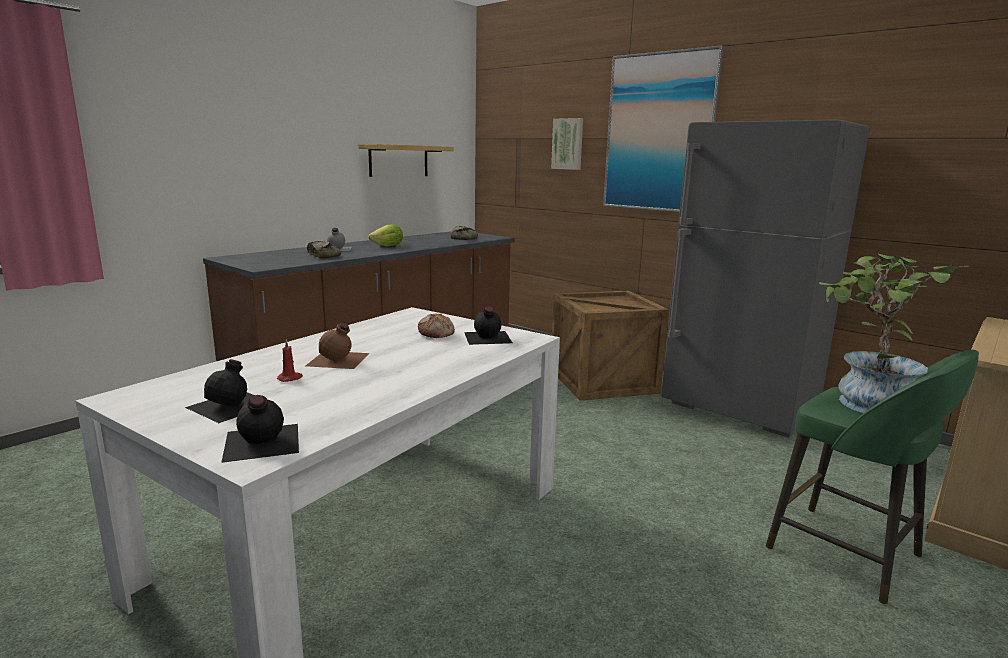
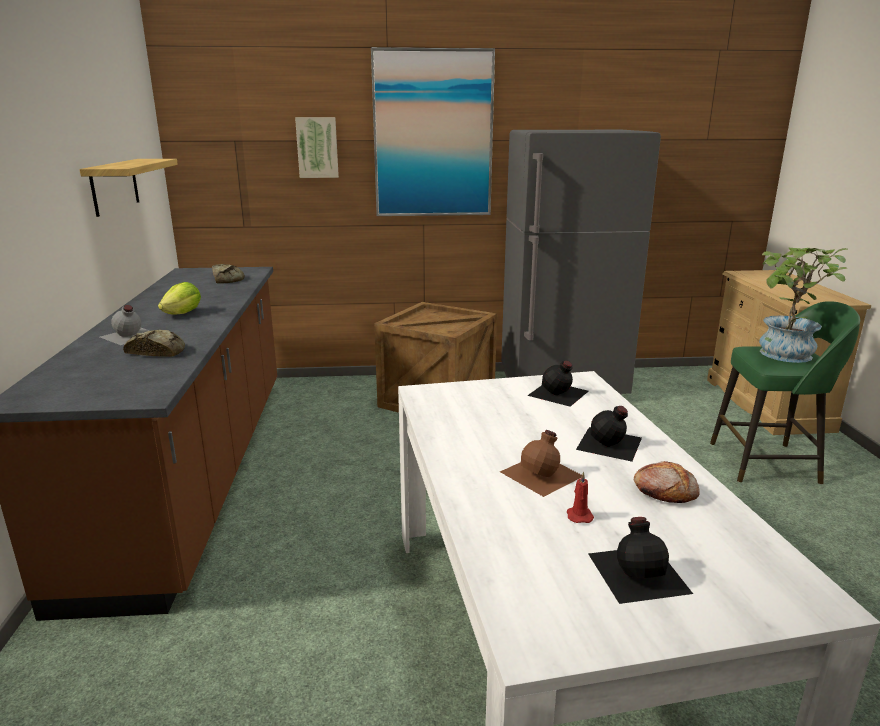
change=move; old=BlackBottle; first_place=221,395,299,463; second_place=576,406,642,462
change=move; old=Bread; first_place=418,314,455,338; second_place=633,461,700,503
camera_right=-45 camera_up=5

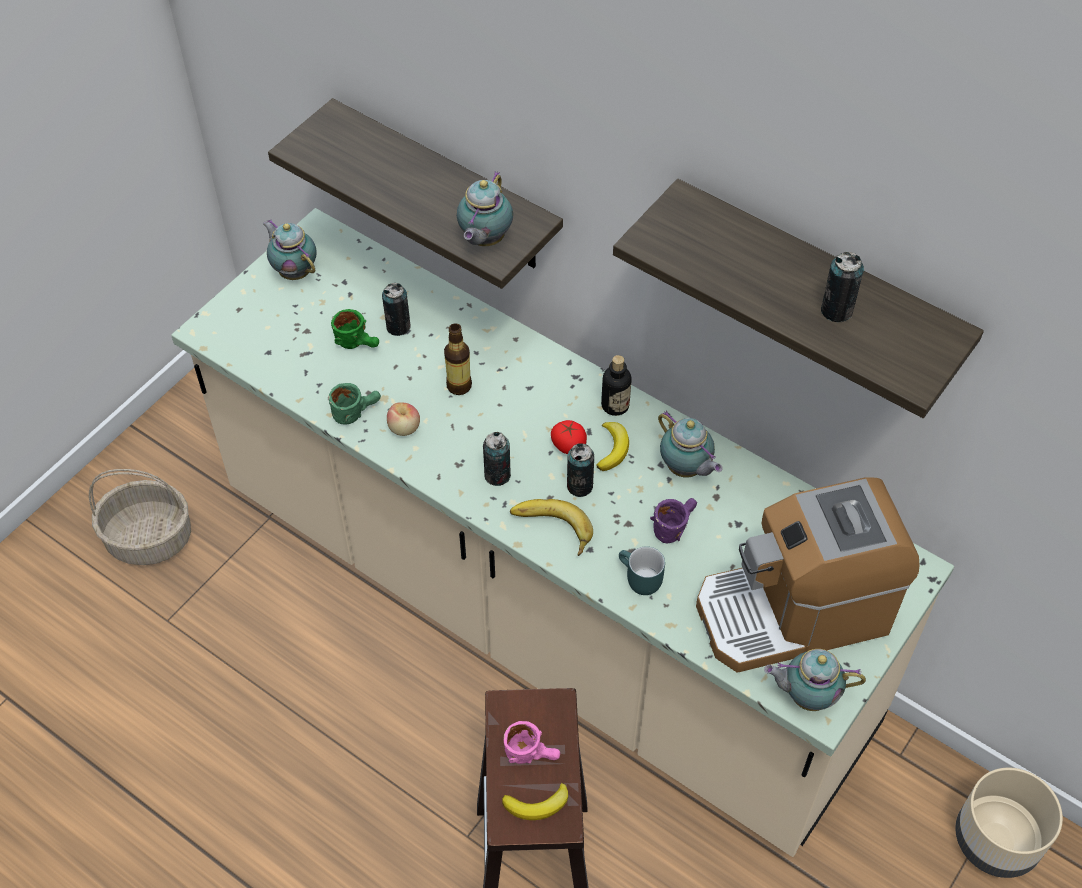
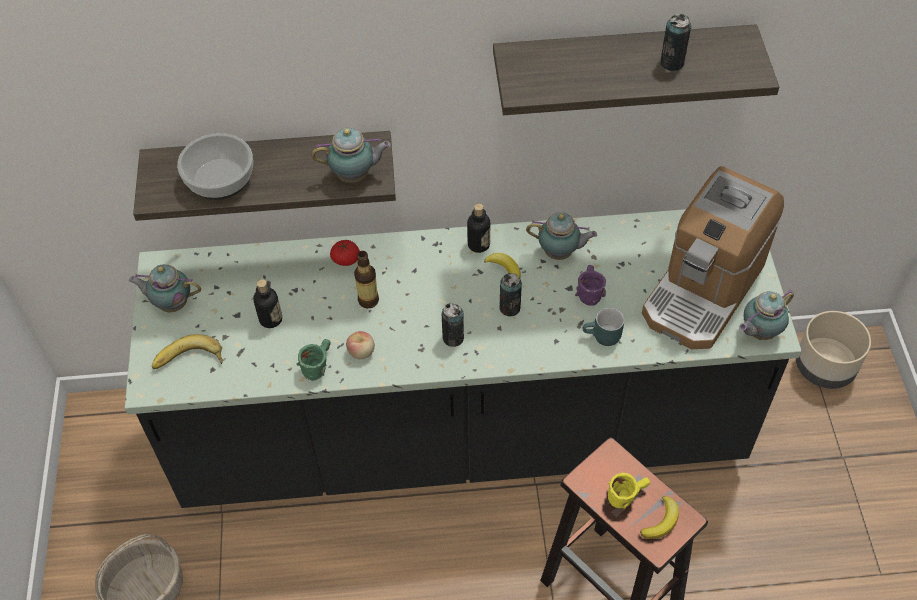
change=recolor; old=BeigeCounter; new=BlackCounter; first_place=171,208,954,857; second_place=125,209,802,508
change=replace; old=GreenMug; new=Bottle; first_place=331,309,379,349; second_place=253,279,282,328
change=delete; old=Can; first_place=382,283,411,336
change=rotate; old=Teapot; first_place=457,171,513,246; second_place=312,128,391,183; degrees=-75
change=recolor; old=PinkMug; new=YellowMug; first_place=504,721,560,764; second_place=608,473,651,509
change=move; old=Banana; first_place=510,499,593,556; second_place=152,334,223,369
change=move; old=Tomato; first_place=551,420,587,454; second_place=330,240,360,266
change=insert; new=Bowl; second_place=177,133,253,200
camera_right=-40 camera_up=0

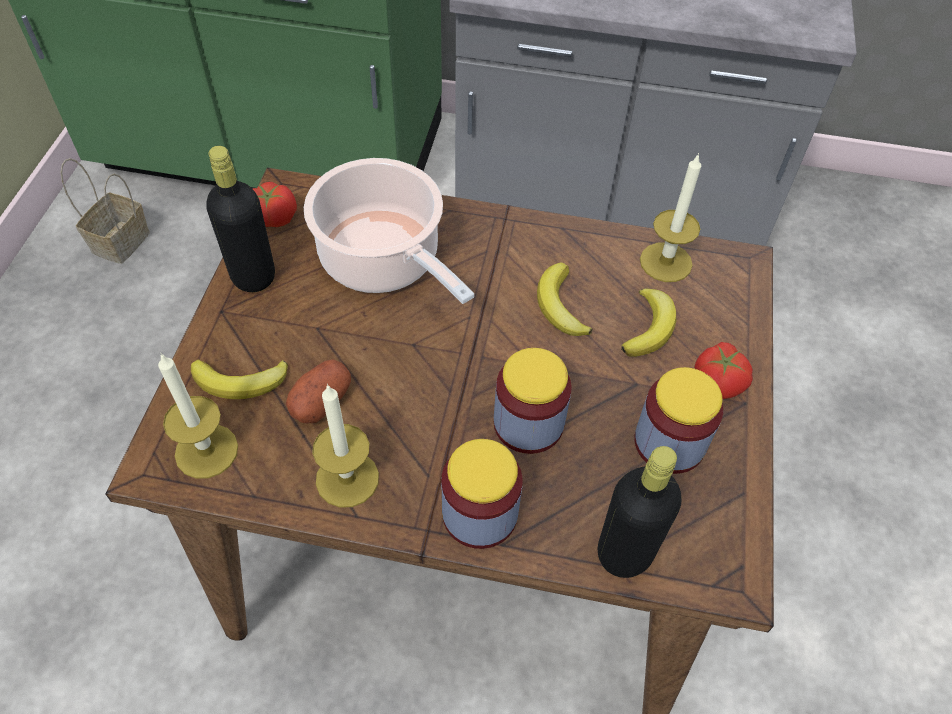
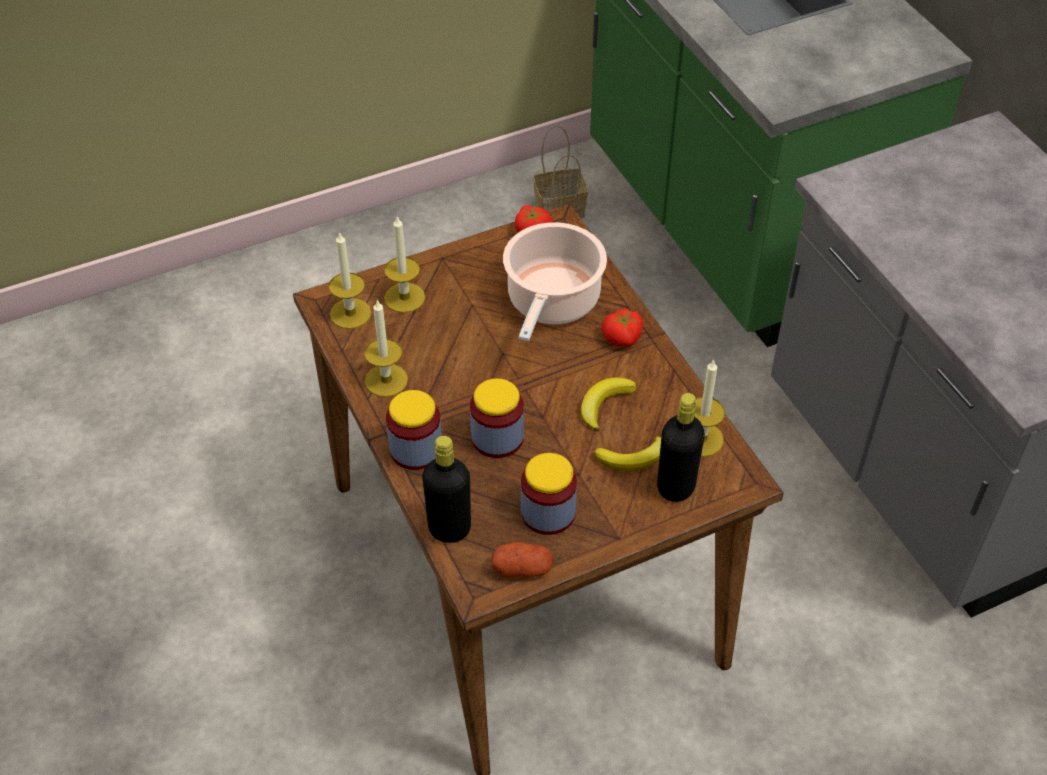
change=replace; old=Banana; new=Candle; first_place=191,360,288,399; second_place=384,216,425,313
change=move; old=BlackBottle; first_place=206,146,275,292; second_place=657,393,705,502
change=move; old=Potato; first_place=286,359,351,424; second_place=492,542,554,578
change=move; old=Tomato; first_place=694,342,753,399; second_place=601,309,643,347
camera_right=55 camera_up=-5

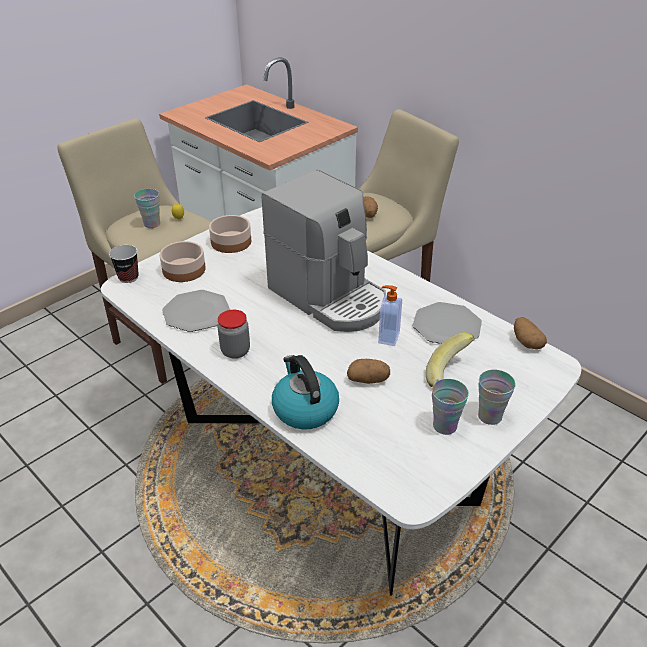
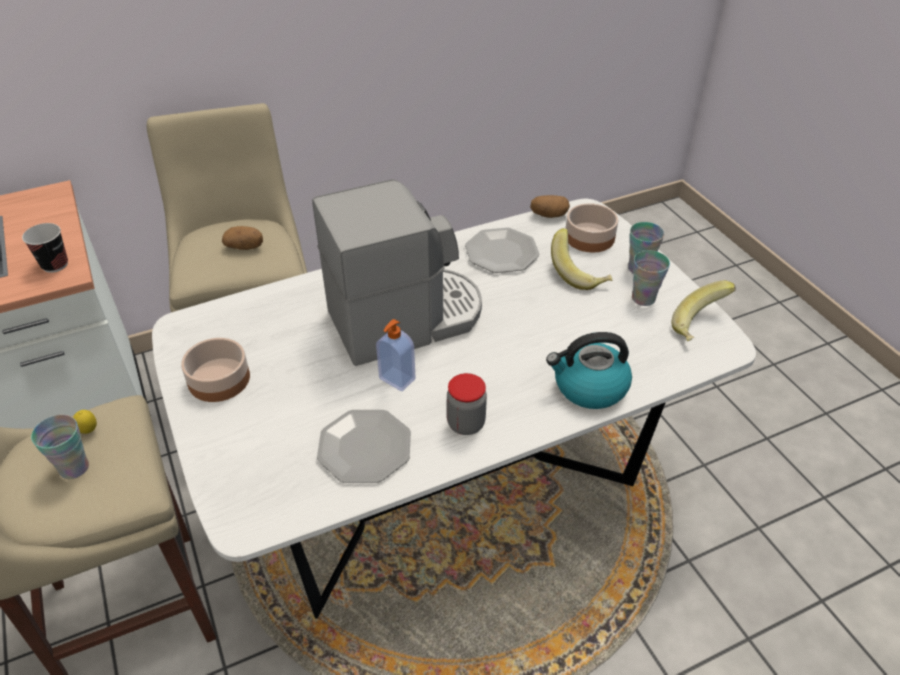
change=move; old=Cup; first_place=109,245,139,283; second_place=22,223,68,273
change=move; old=Bowl; first_place=159,241,206,282; second_place=565,203,618,253
change=delete; old=Potato; first_place=347,359,390,384
change=move; old=SoapDispenser; first_place=378,285,402,346; second_place=376,319,416,391
change=insert; new=Banana; second_place=671,281,736,341
camera_right=-70 camera_up=5

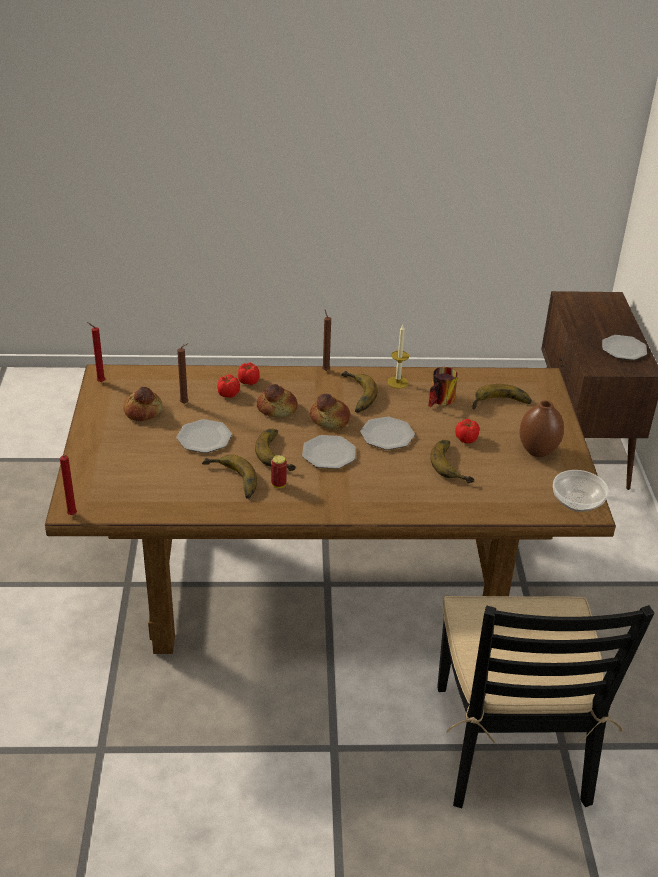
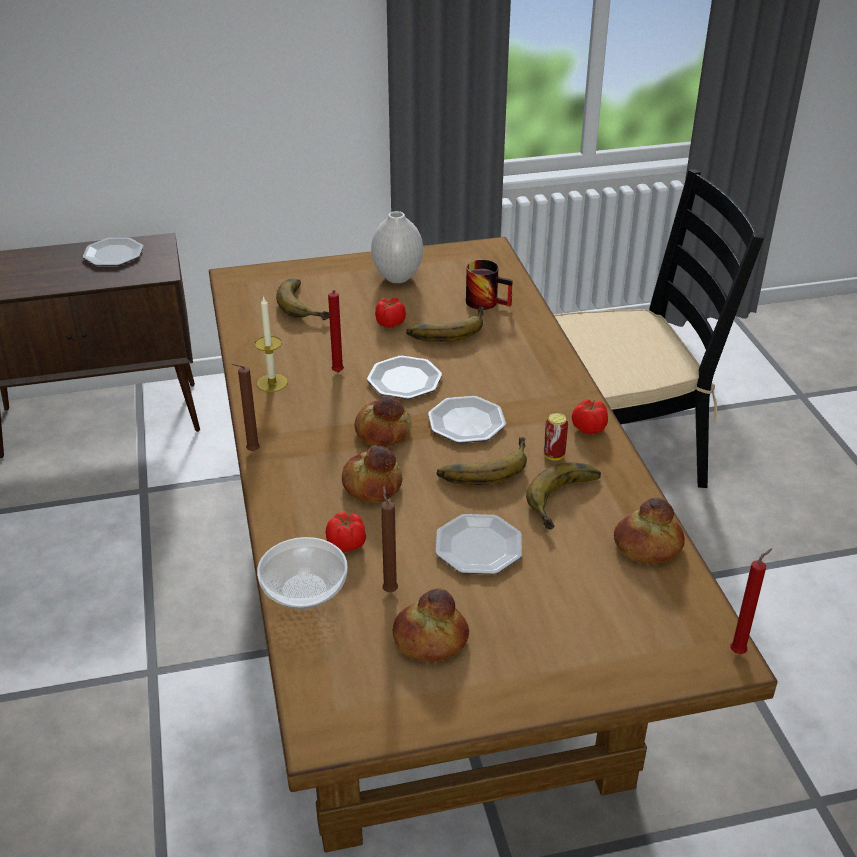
change=move; old=RedCandle; first_place=87,322,105,382; second_place=328,290,344,372
change=move; old=Tomato; first_place=238,362,260,385; second_place=572,399,608,434
change=delete; old=Banana; first_place=341,371,378,413
change=move; old=Mug; first_place=429,367,458,407; second_place=466,260,513,310
change=recolor; old=BrownVase; new=WhiteVase; first_place=520,401,564,457; second_place=371,211,423,283
change=move; old=Bowl; first_place=553,470,609,512; second_place=257,537,348,609
change=insert; new=Bread; second_place=614,498,685,563
camera_right=-100 camera_up=0

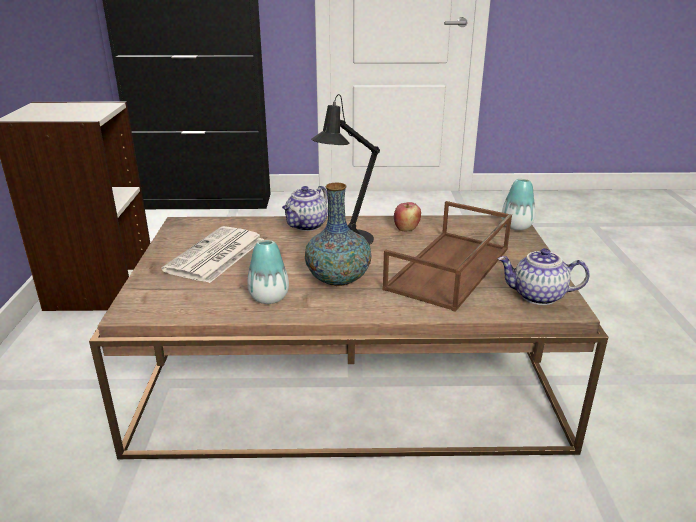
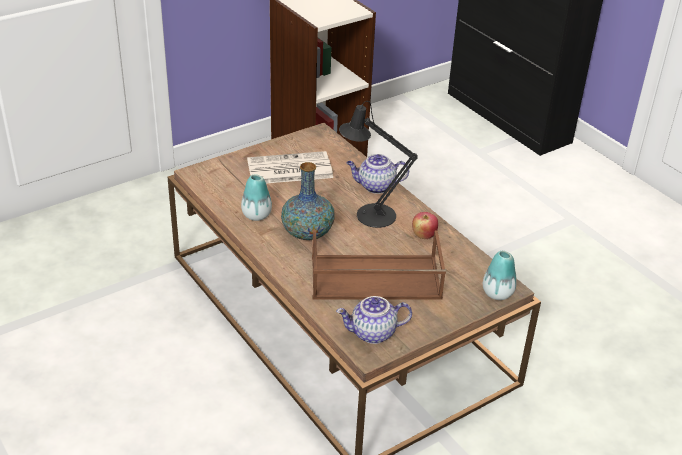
change=rotate; old=Teapot; first_place=498,248,589,305; second_place=336,296,412,344; degrees=-75
camera_right=55 camera_up=10

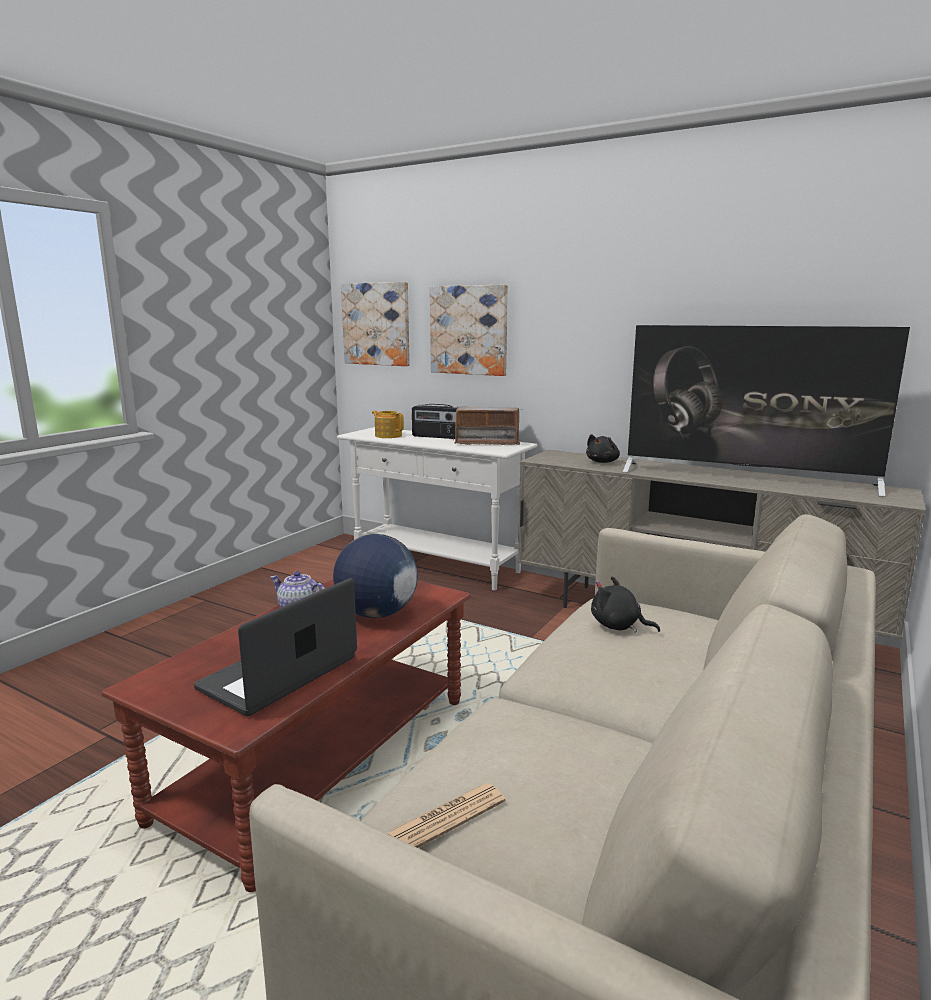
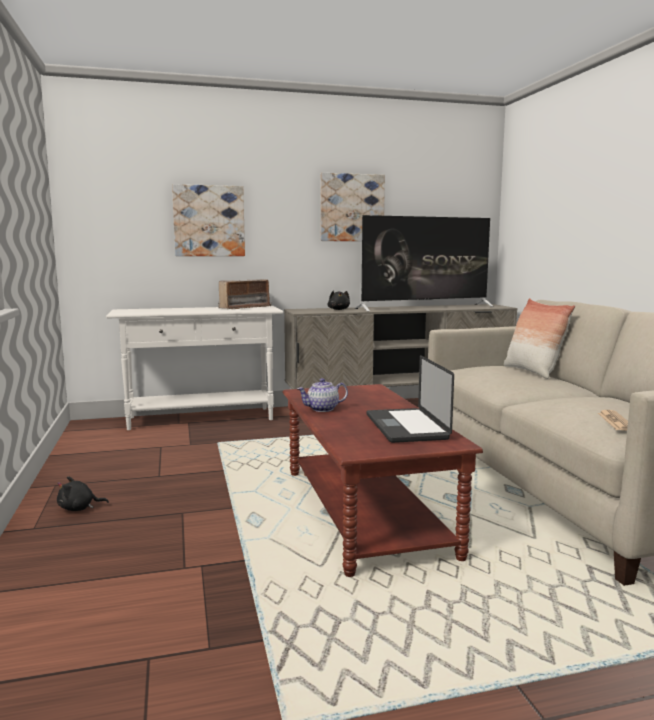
change=delete; old=Globe; first_place=333,534,418,618
change=move; old=Picture; first_place=341,282,410,366; second_place=320,173,385,241
change=delete; old=Teapot; first_place=372,411,404,438
change=delete; old=Radio; first_place=412,404,458,439
change=move; old=BlackPlushToy; first_place=591,576,660,633; second_place=57,476,109,511
change=insert; new=Pillow; second_place=504,298,575,379
camera_right=-45 camera_up=-5

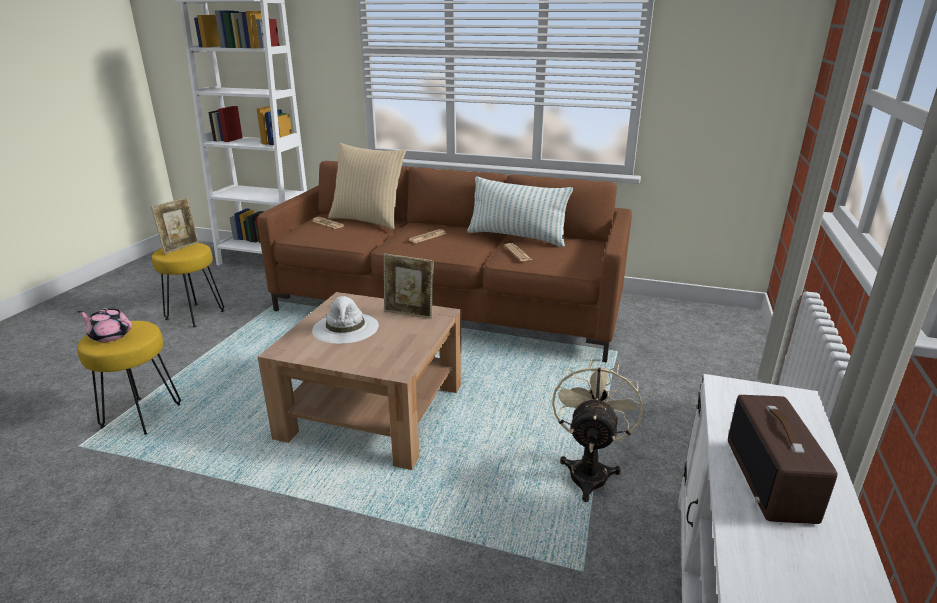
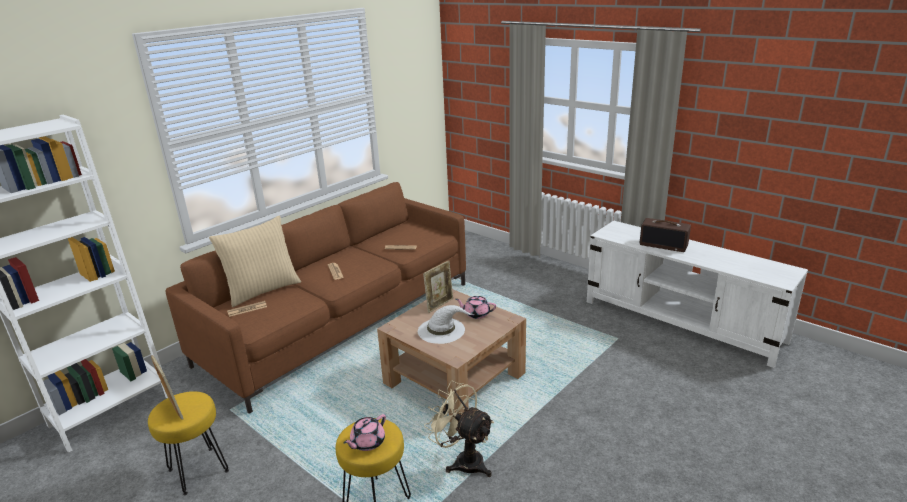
change=delete; old=Pillow; first_place=467,176,573,247
change=move; old=BeigeFan; first_place=552,359,643,502; second_place=424,380,494,477
change=insert; new=PinkTeapot; second_place=455,296,496,319
camera_right=-65 camera_up=0

